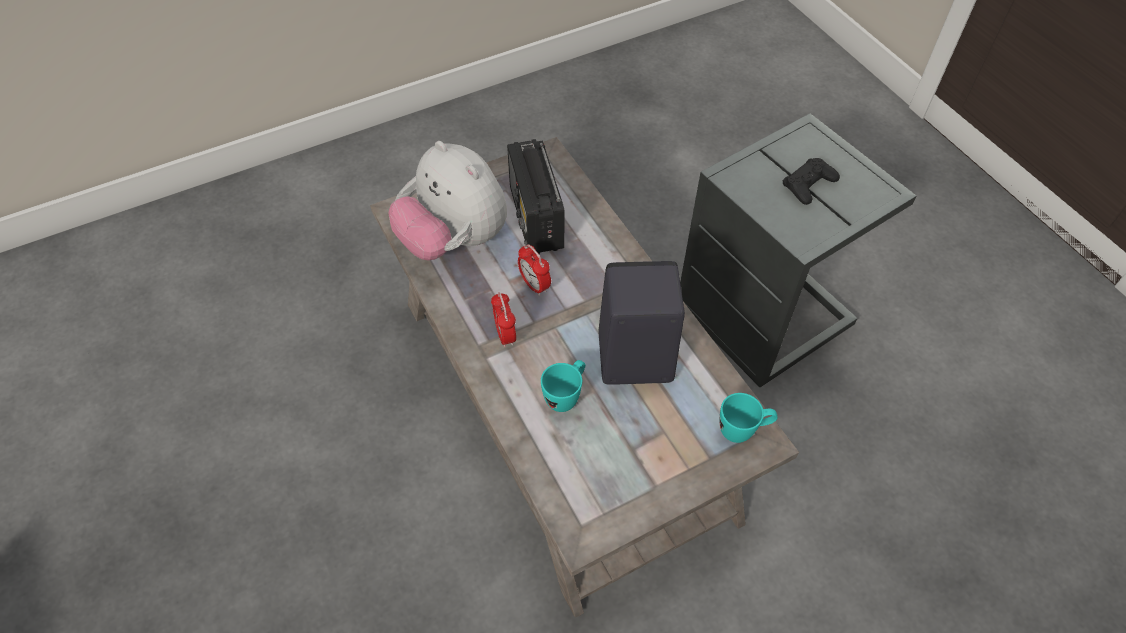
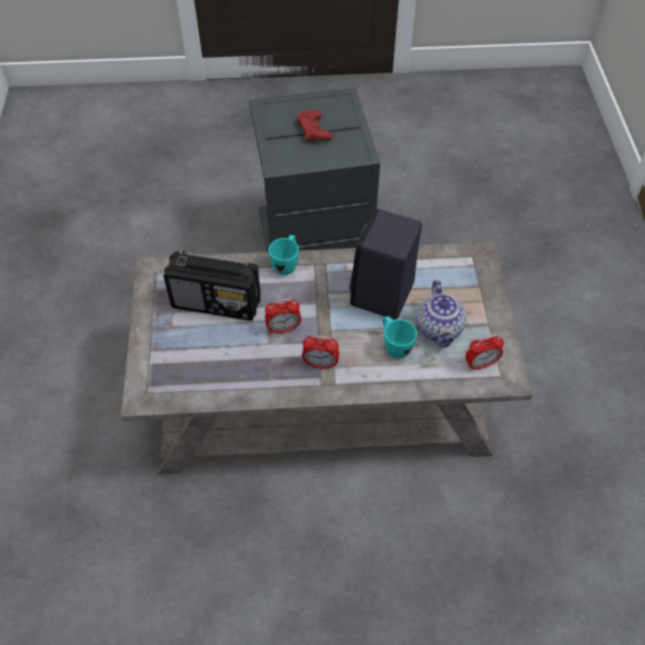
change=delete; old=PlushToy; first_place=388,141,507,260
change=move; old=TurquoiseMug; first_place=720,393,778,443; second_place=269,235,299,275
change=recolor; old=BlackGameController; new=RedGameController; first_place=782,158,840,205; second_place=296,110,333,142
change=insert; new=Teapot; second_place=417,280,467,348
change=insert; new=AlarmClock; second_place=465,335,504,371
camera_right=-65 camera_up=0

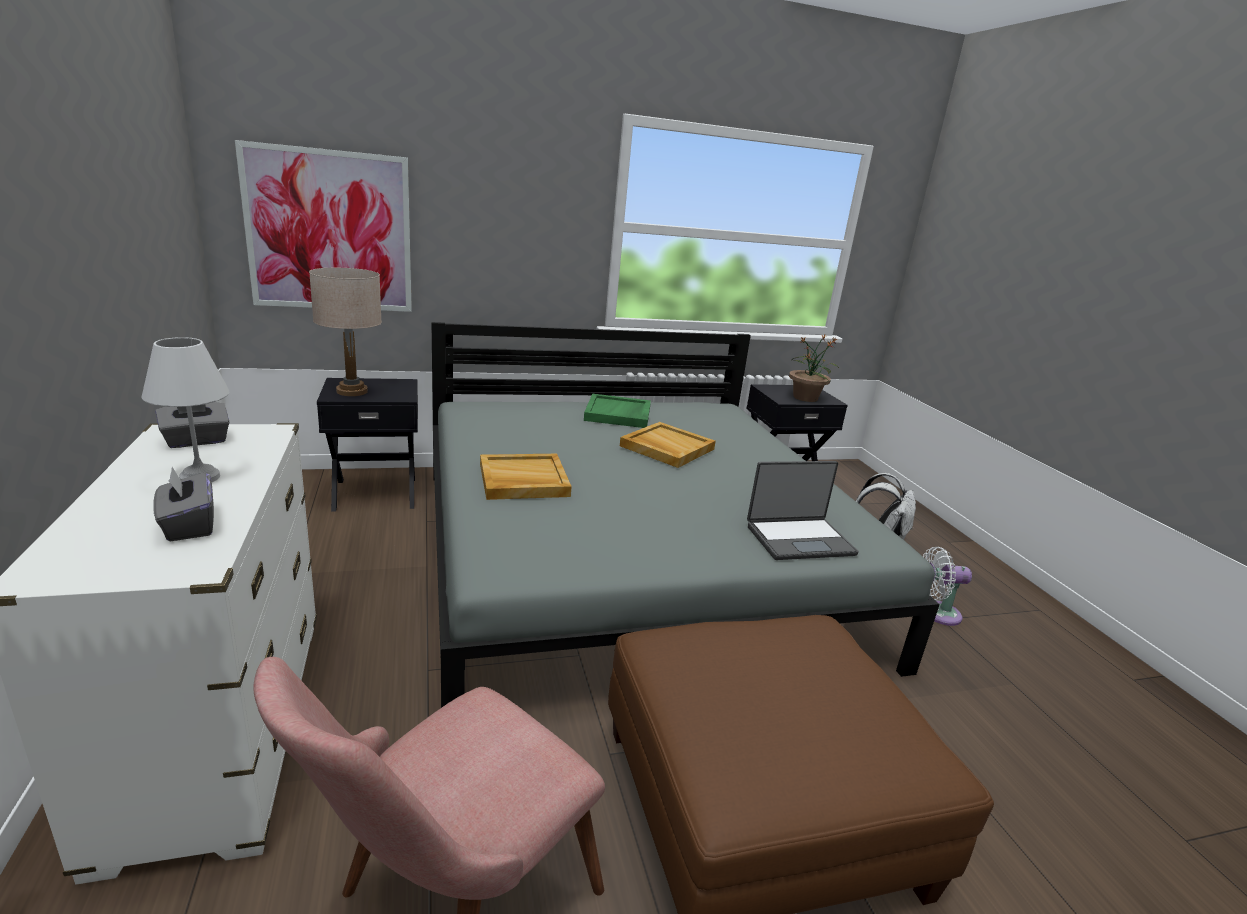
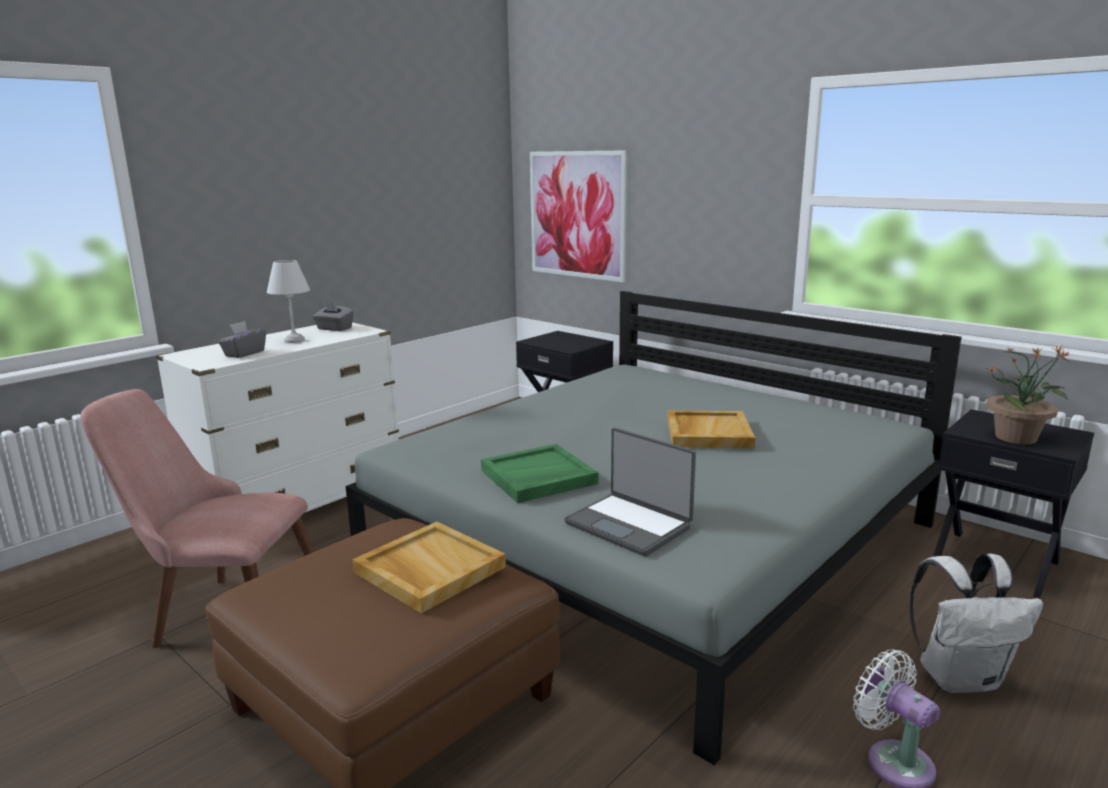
change=delete; old=BeigeTableLamp; first_place=309,268,382,396
change=move; old=BeigeTray; first_place=480,454,572,500; second_place=353,522,506,613
change=move; old=GreenTray; first_place=584,394,651,428; second_place=481,444,598,503
camera_right=60 camera_up=-5

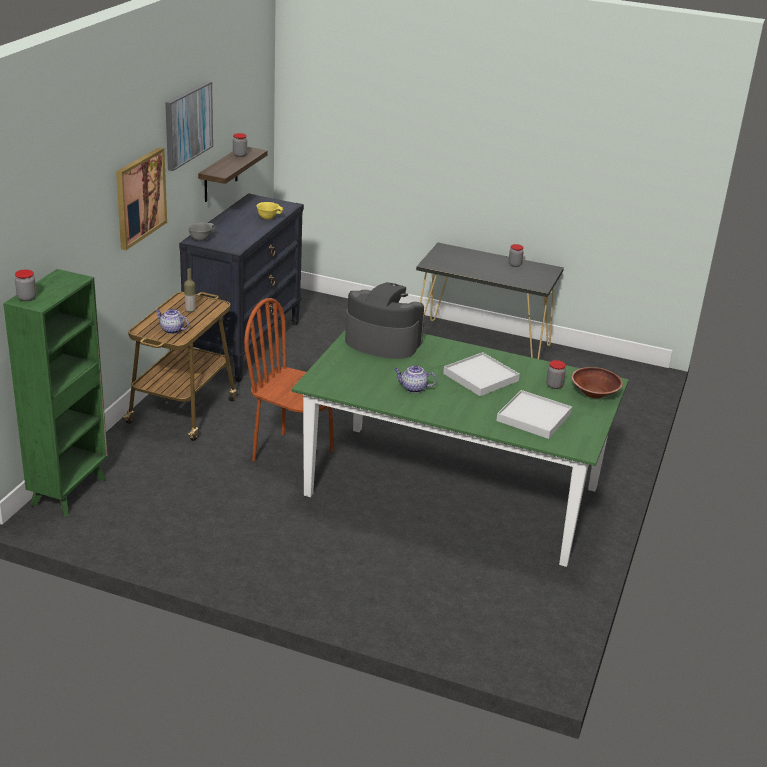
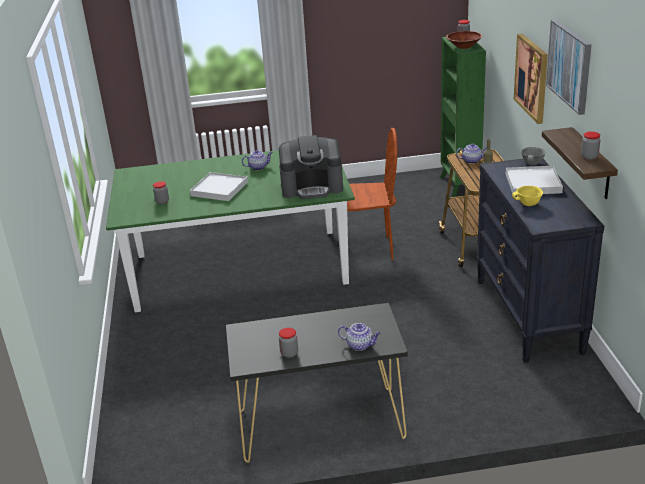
change=move; old=WhiteTray; first_place=496,390,572,439; second_place=506,166,563,194
change=move; old=BrownBowl; first_place=571,367,623,398; second_place=446,31,482,49
change=insert; new=Teapot; second_place=338,323,381,351
camera_right=155 camera_up=0

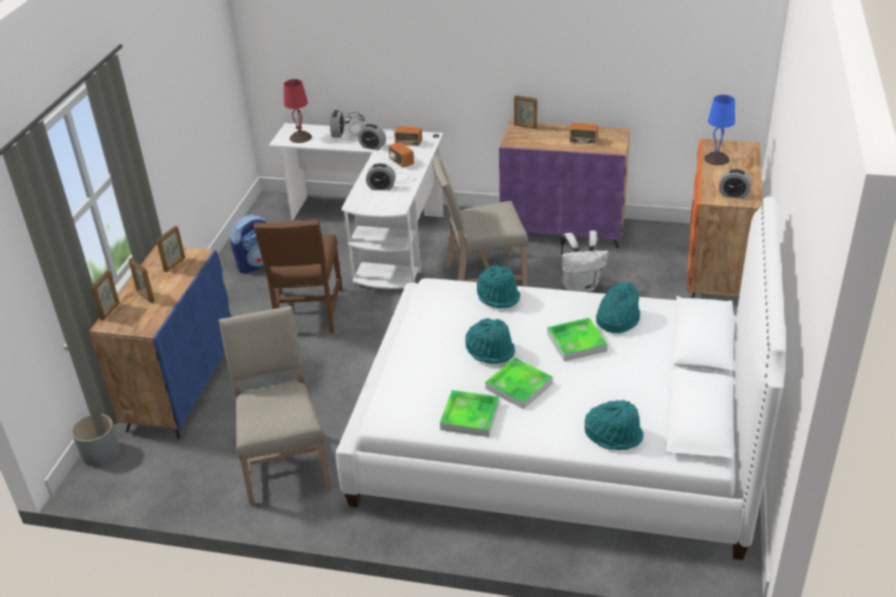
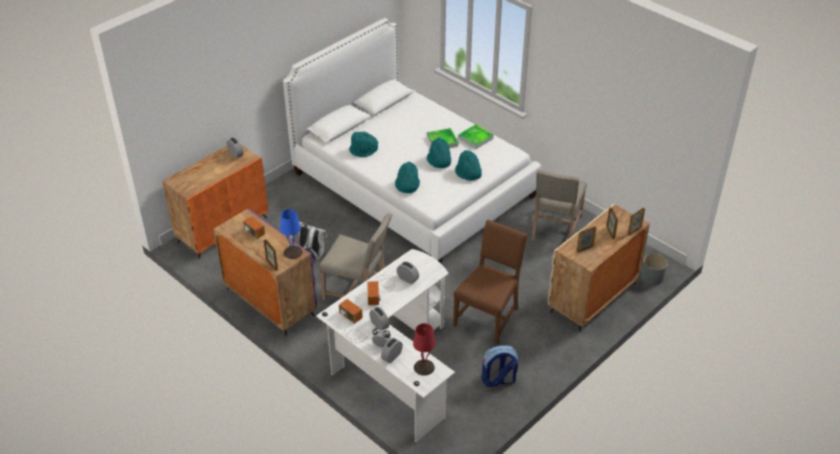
change=recolor; old=BlueCabinet; new=BeigeCabinet; first_place=89,245,232,439; second_place=548,204,650,332
change=delete; old=Tray; first_place=547,318,608,361
change=move; old=TurquoiseHat; first_place=585,400,644,450; second_place=455,150,482,181
change=move; old=BlueTableLamp; first_place=704,95,735,165; second_place=280,209,303,259
camera_right=-150 camera_up=5

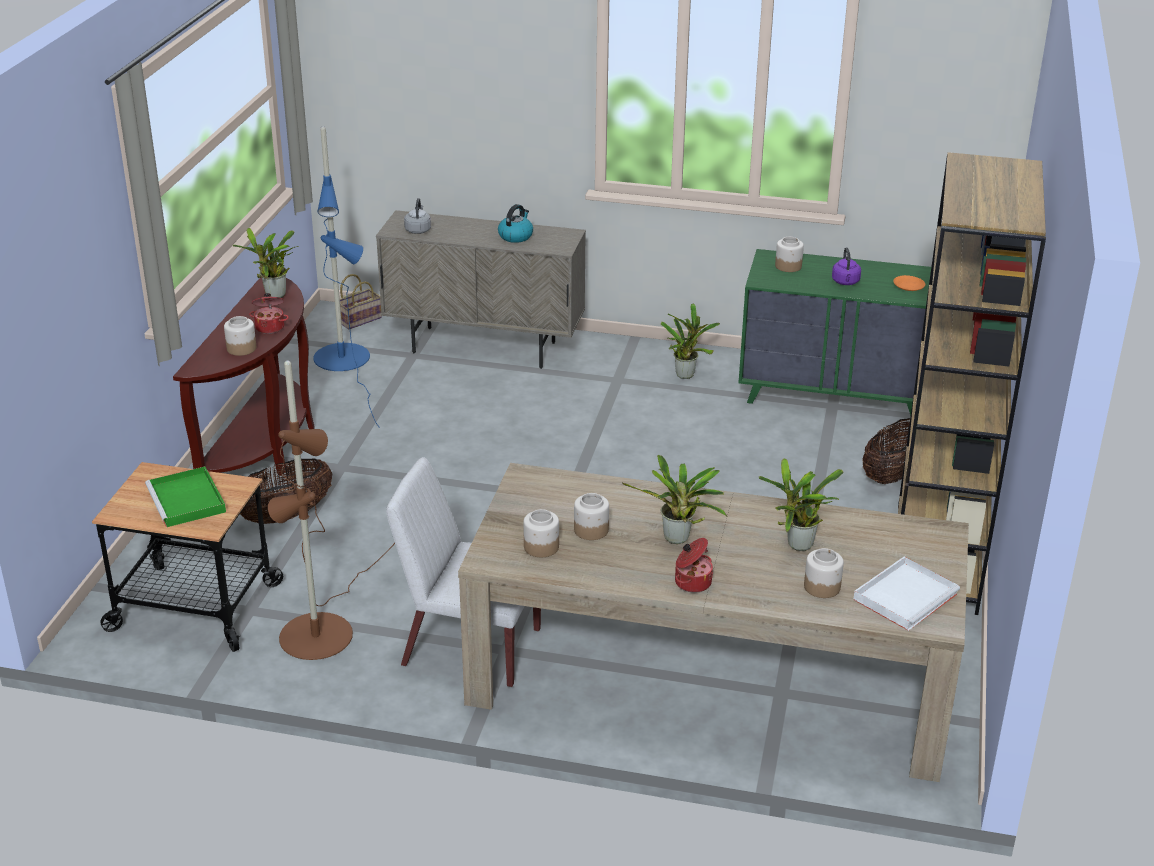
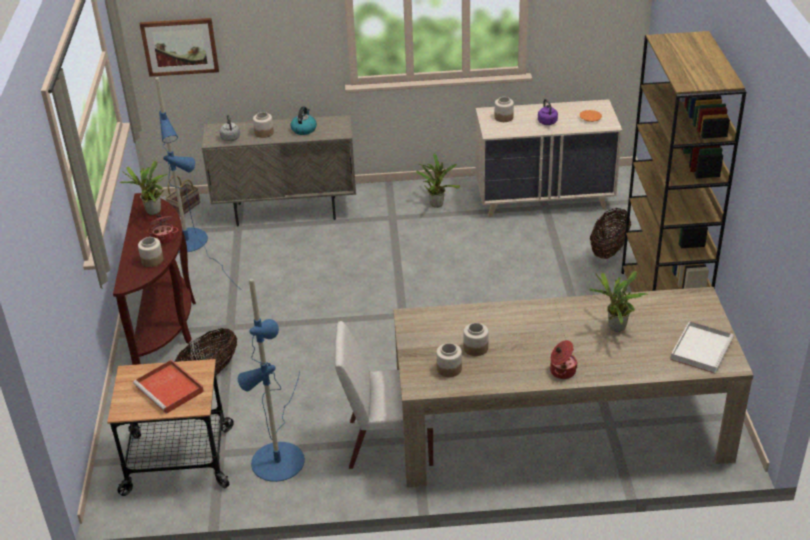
change=recolor; old=GreenTray; new=RedTray; first_place=145,466,226,527; second_place=133,360,204,414
change=recolor; old=BrownFloorLamp; new=BlueFloorLamp; first_place=268,360,395,660; second_place=238,278,305,482
change=delete; old=PottedPlant; first_place=622,455,727,544
change=recolor; old=GreenDresser; new=BeigeDresser; first_place=738,249,931,416; second_place=475,99,622,217
change=move; old=Jar; first_place=804,548,844,598; second_place=253,112,274,138
change=insert; new=Picture; second_place=140,18,219,77
camera_right=-15 camera_up=5

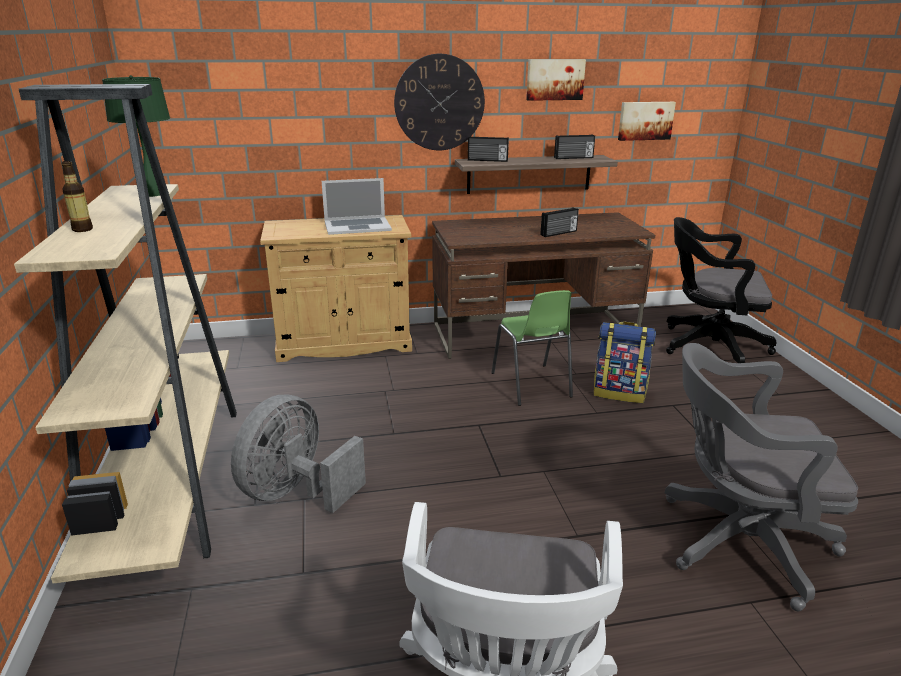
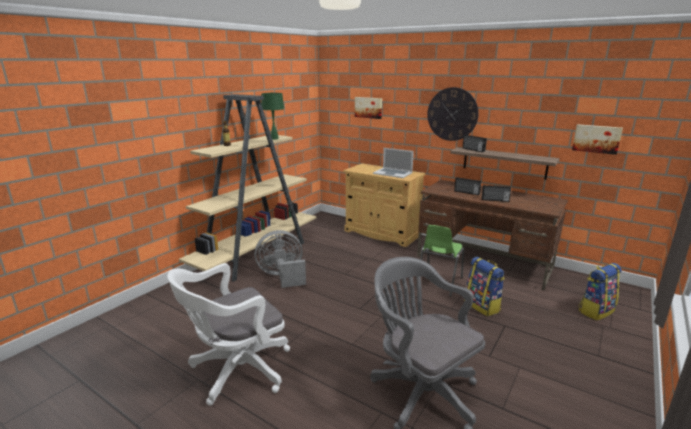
change=move; old=Picture; first_place=526,59,586,101; second_place=355,97,382,119
change=move; old=Radio; first_place=554,135,595,159; second_place=454,177,481,195
change=replace; old=BlackOfficeChair; new=Backpack; first_place=666,217,776,363; second_place=578,263,621,321
camera_right=45 camera_up=-5

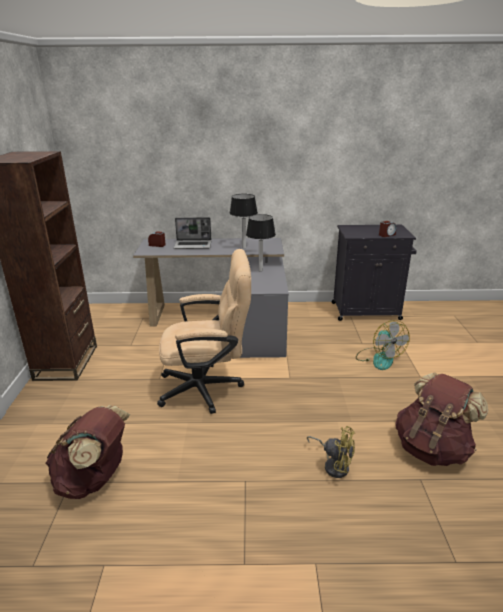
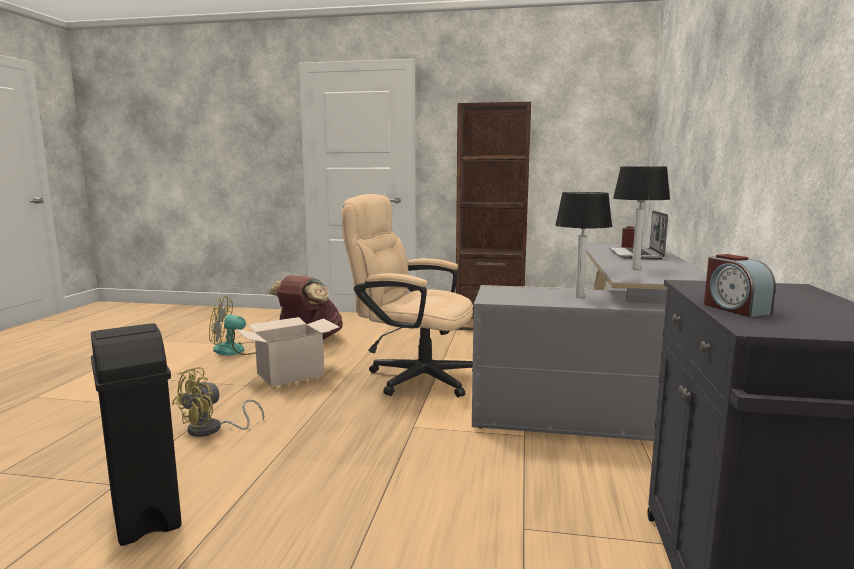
change=rotate; old=BeigeOfficeChair; first_place=157,249,251,414; second_place=342,194,473,397; degrees=105
change=move; old=Fan; first_place=356,320,410,370; second_place=209,296,256,356
change=replace; old=BrownBackpack; new=BlackTrashCan; first_place=395,372,488,466; second_place=91,323,182,546
change=insert; new=CardboardBox; second_place=236,317,339,387
camera_right=100 camera_up=-15

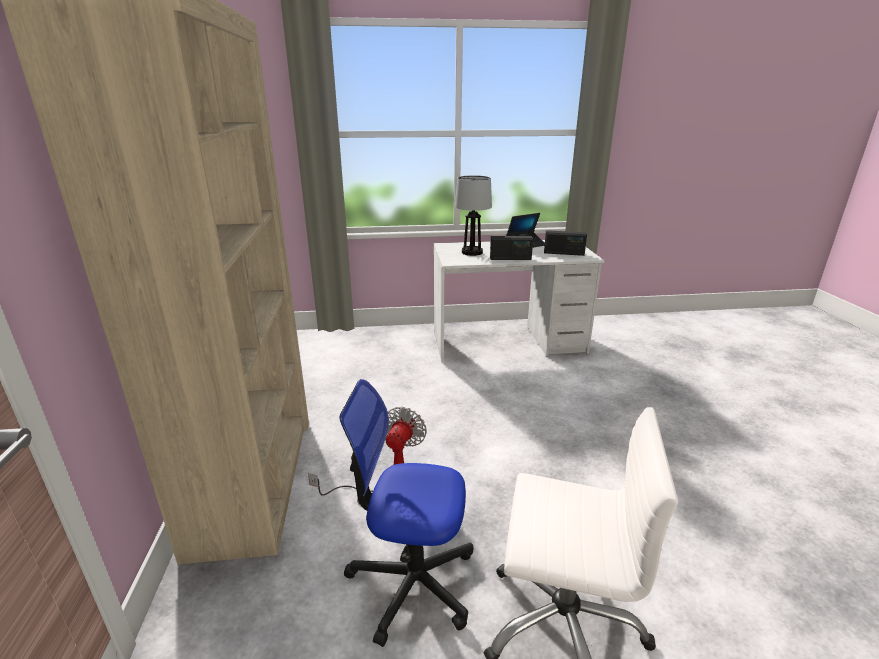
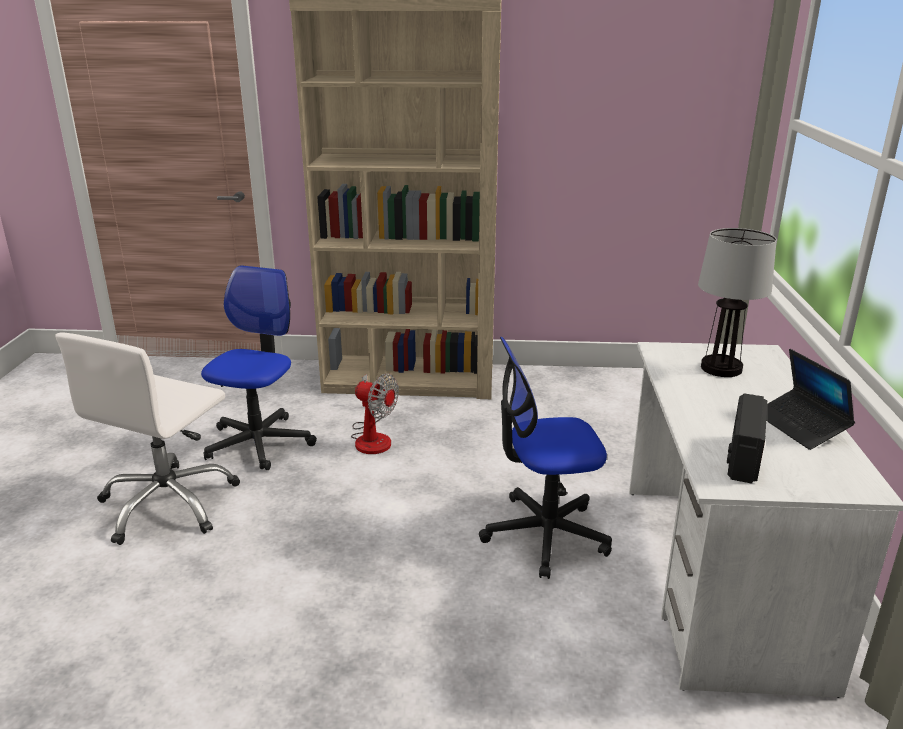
change=delete; old=Radio; first_place=490,236,533,260
change=insert; new=OfficeChair; second_place=479,337,612,579
camera_right=100 camera_up=0

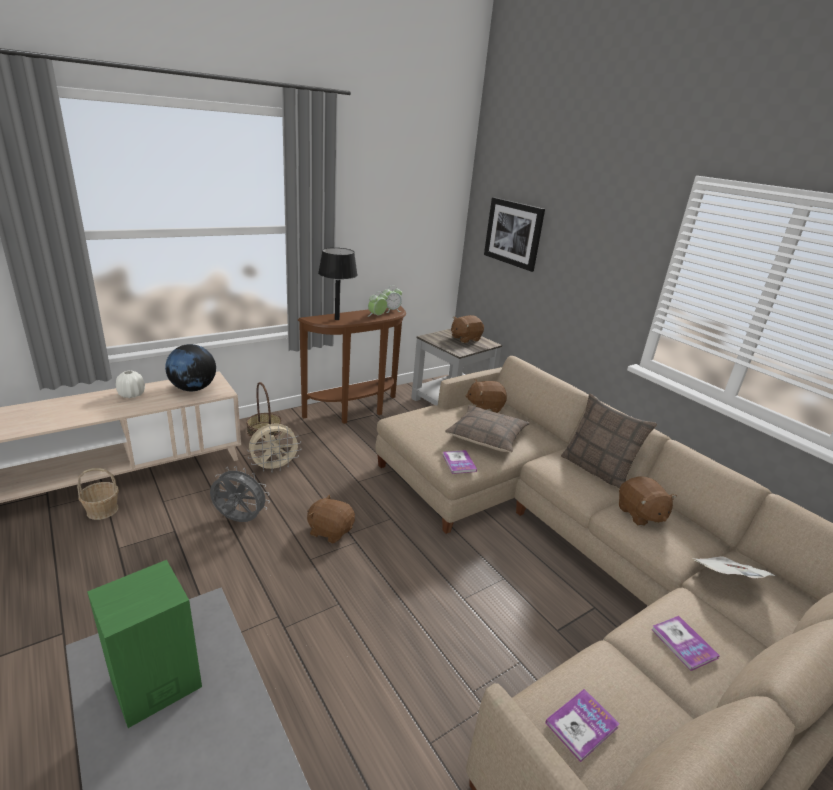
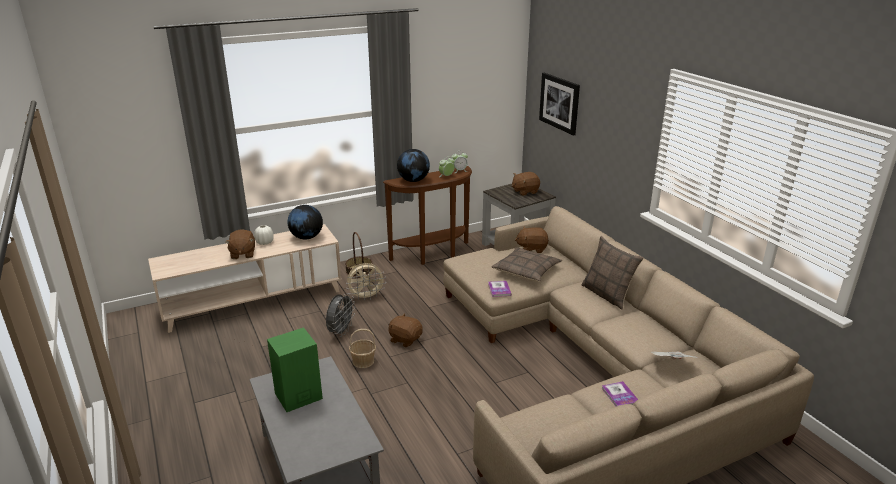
change=move; old=Basket; first_place=77,468,119,520; second_place=349,329,376,368
change=rotate; old=GreyFan; first_place=210,466,270,522; second_place=326,293,356,337; degrees=90
change=replace; old=BlackTableLamp; new=Globe; first_place=318,248,358,320; second_place=397,149,430,182
change=delete; old=Book; first_place=545,689,619,762
change=move; old=BrownPlushToy; first_place=619,476,677,526; second_place=225,229,255,259
camera_right=10 camera_up=0

